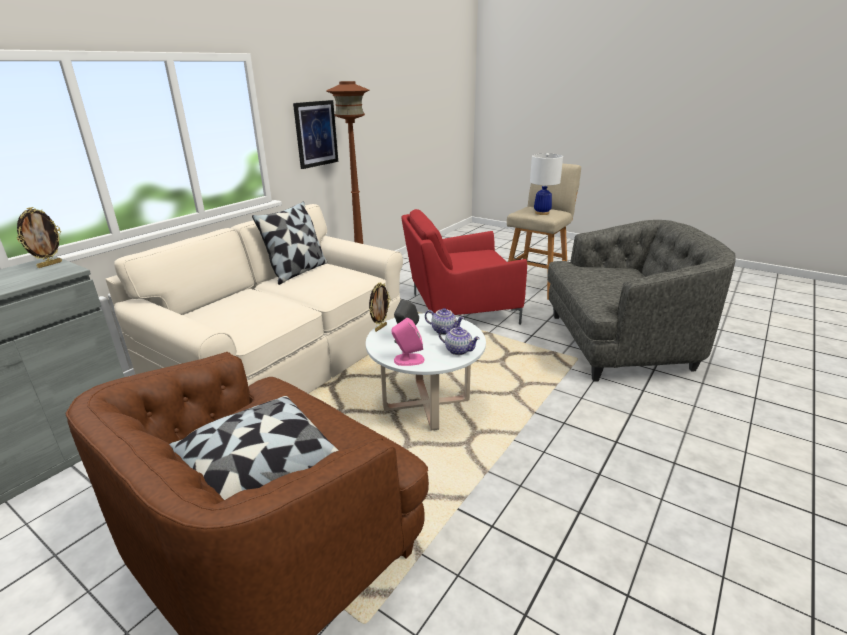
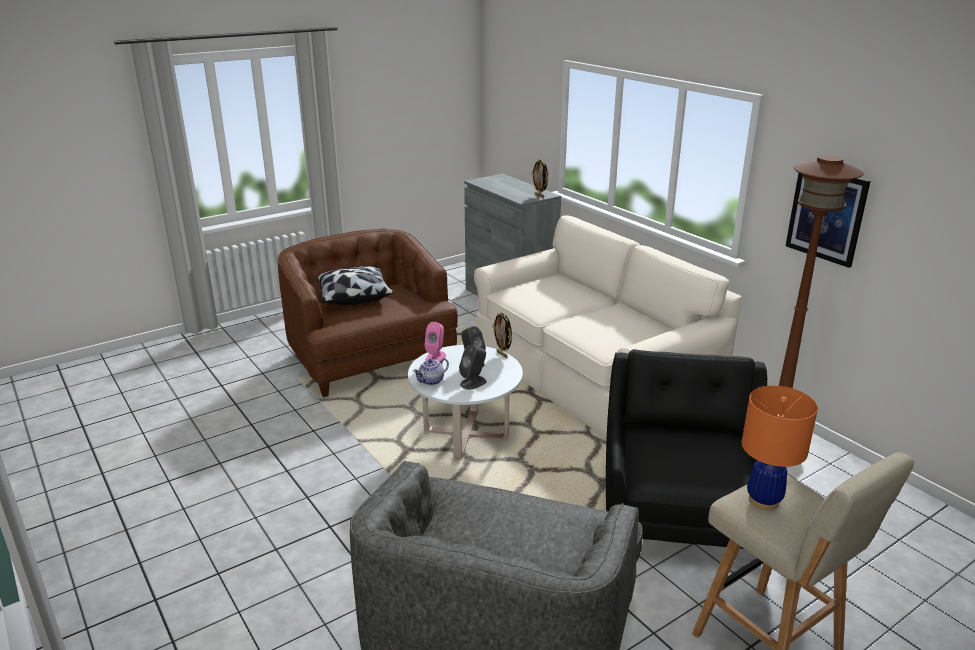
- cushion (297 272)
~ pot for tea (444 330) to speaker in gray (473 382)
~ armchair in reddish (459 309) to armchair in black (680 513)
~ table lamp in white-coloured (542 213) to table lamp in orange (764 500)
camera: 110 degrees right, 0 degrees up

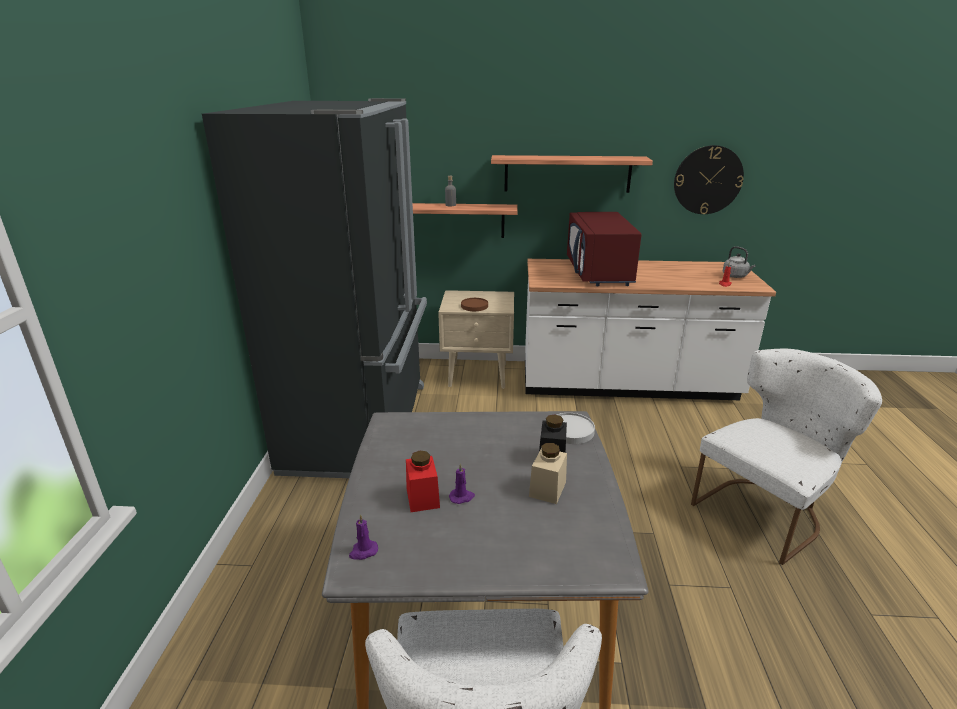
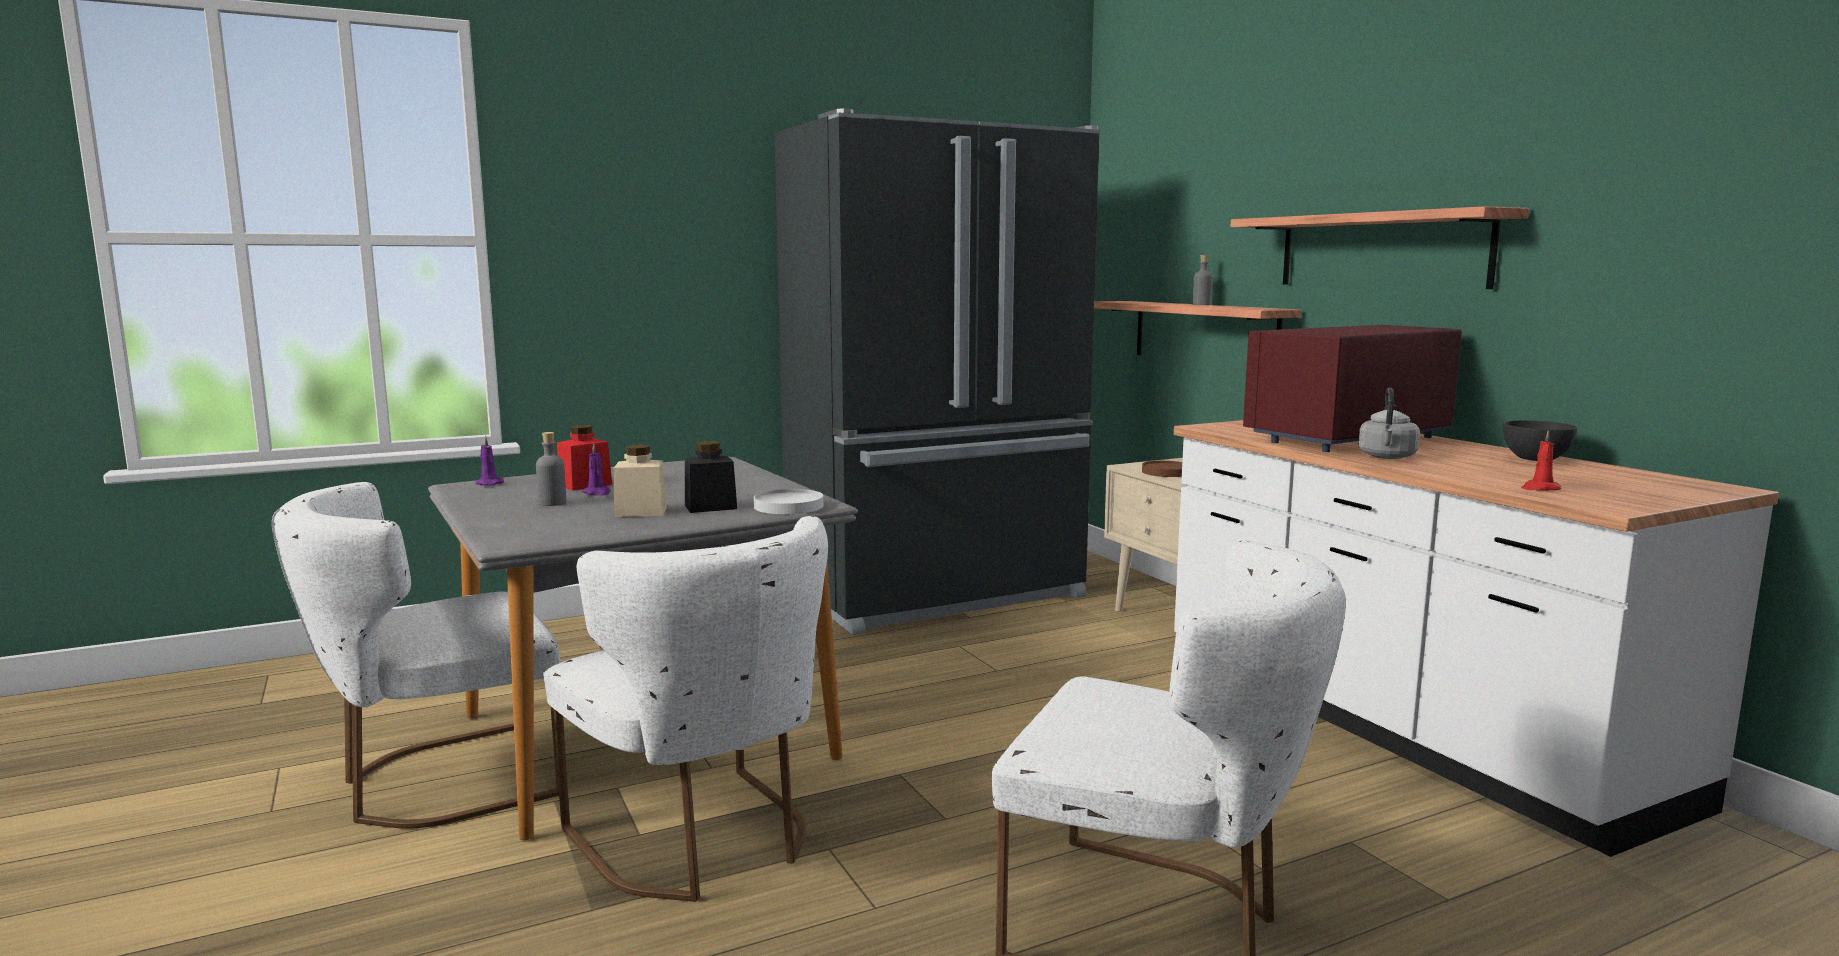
- clock on the wall (708 180)
+ drink bottle in gray (552 503)
+ chair in white-coloured (703 842)
+ serving bowl in gray (1536 459)
~ water kettle in gray (735 276) to (1387 457)
camera: 60 degrees right, 15 degrees down

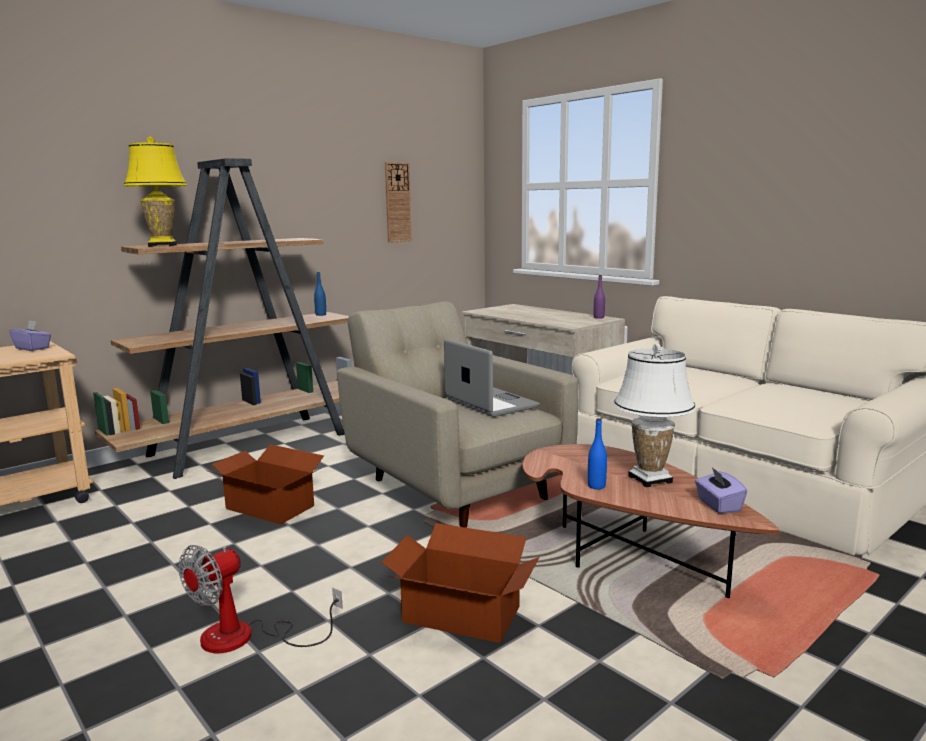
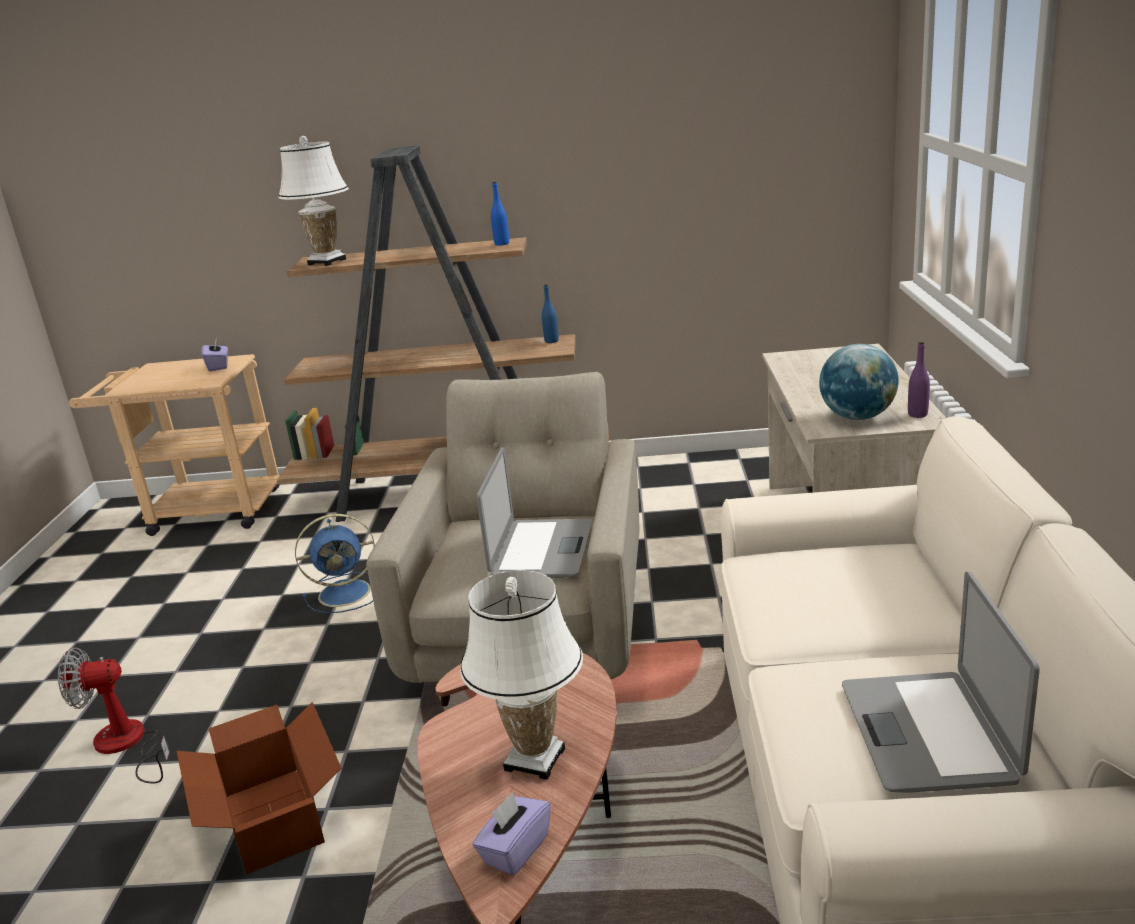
- clock on the wall (398 202)
+ desk globe (857 417)
+ portable computer (929 732)
~ drink bottle in bluish (596 486) to (502 244)
~ packing box (270 507) to cooling fan in bluish (347 592)
~ table lamp in yellow-coloured (162 246) to table lamp in white-coloured (326 262)
camera: 45 degrees right, 10 degrees up

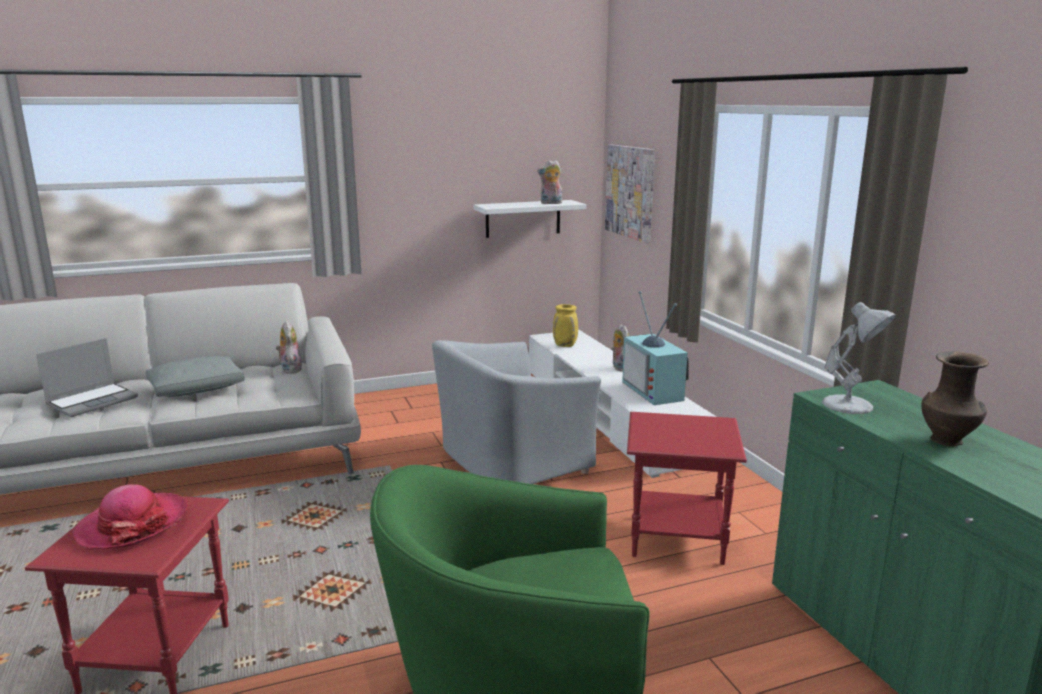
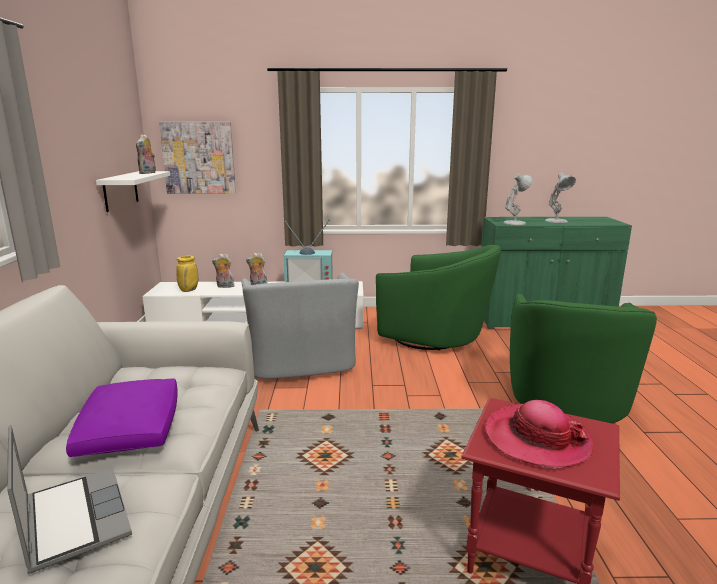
~ cuddly toy (290 369) to (224 286)
~ end table in reddish (675 539) to armchair in green (435 338)
~ vase in brown-coloured (948 441) to table lamp in white-coloured (557 221)
~ cushion in gray (197 388) to cushion in purple (130 429)
camera: 70 degrees left, 0 degrees up

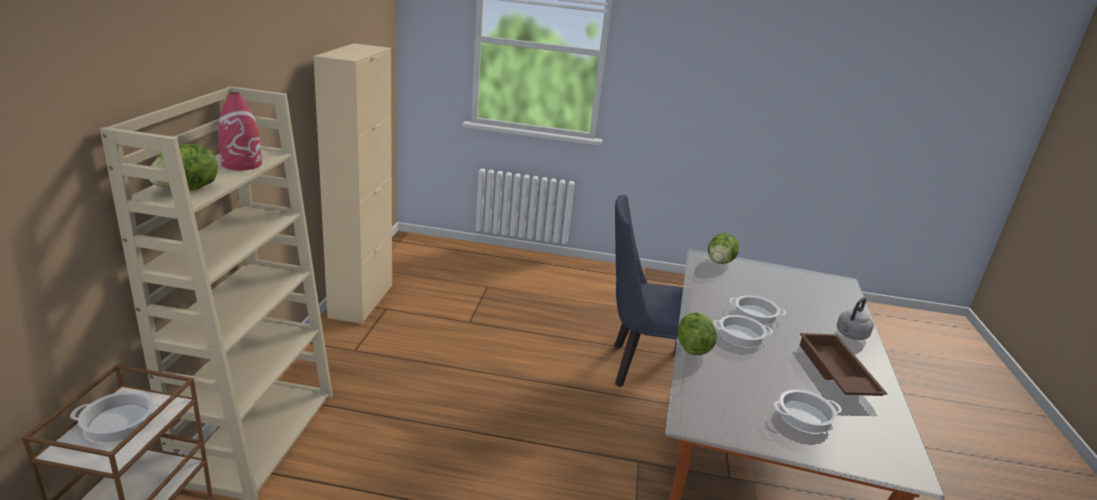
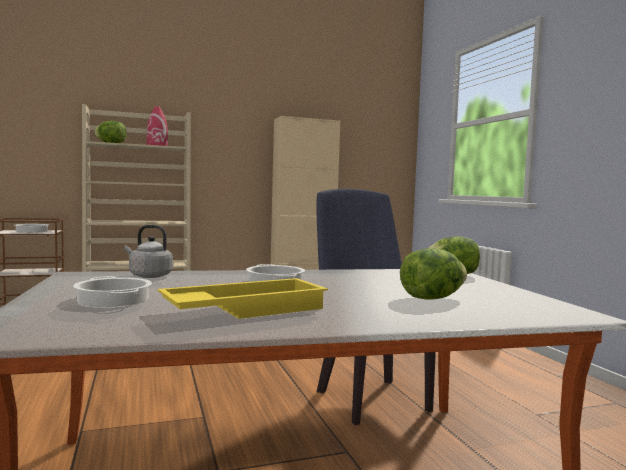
- saucepot (755 314)
~ lettuce (692 348) to (432 298)
~ water kettle in gray (850 335) to (148 276)
~ serving tray in brown-coloured (835 372) to serving tray in yellow-coloured (245 309)
camera: 65 degrees right, 20 degrees down

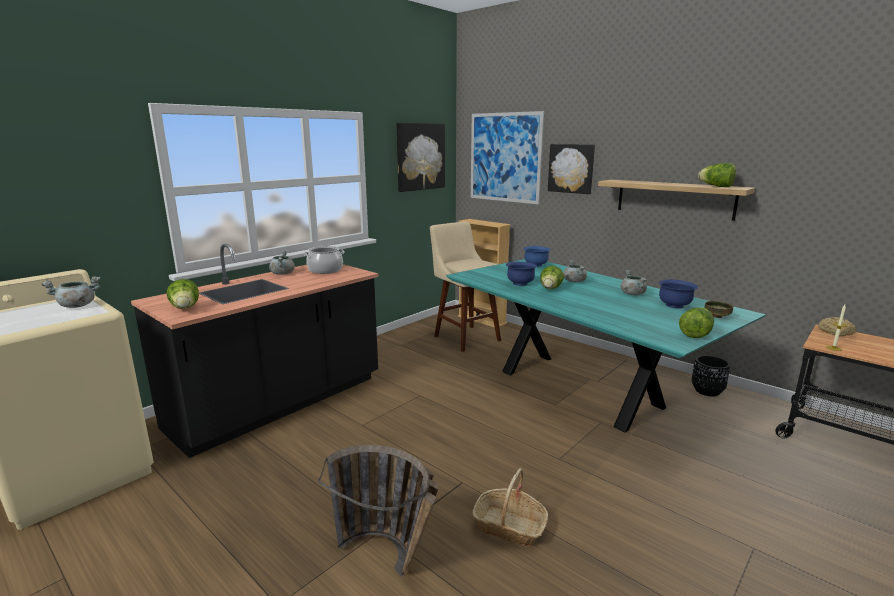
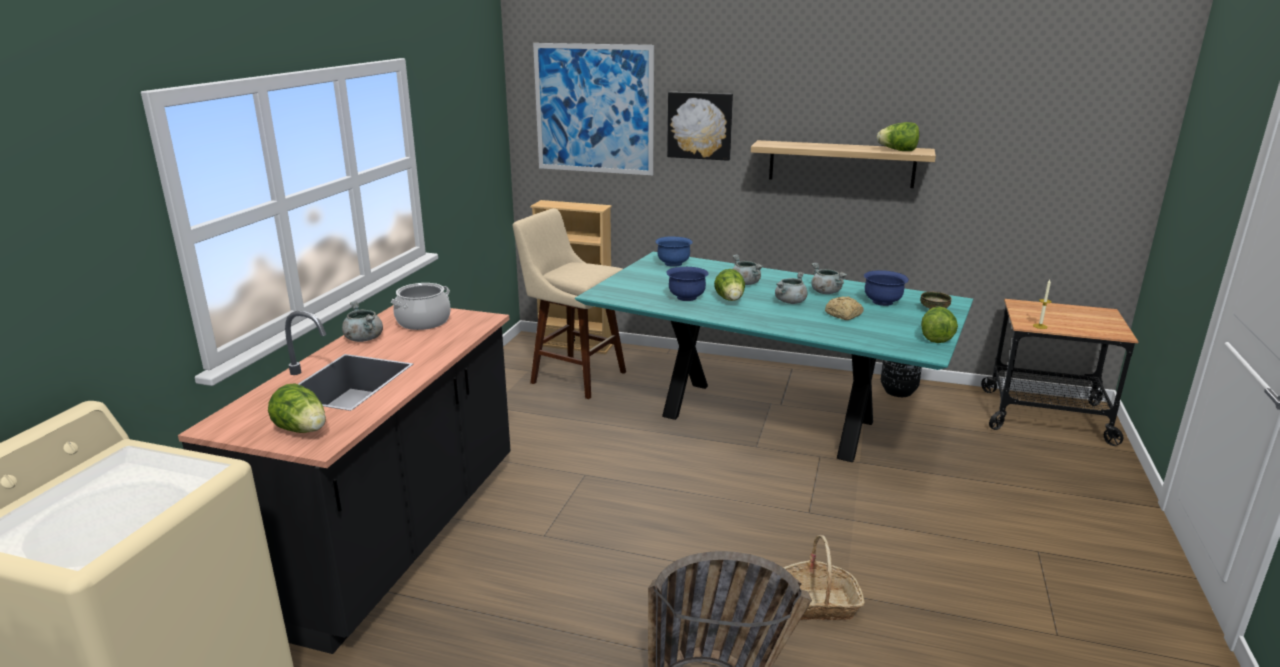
- picture (420 157)
~ saucepot in gray (77 306) to (790 302)
~ bread (836 332) to (843 315)
camera: 25 degrees left, 5 degrees up

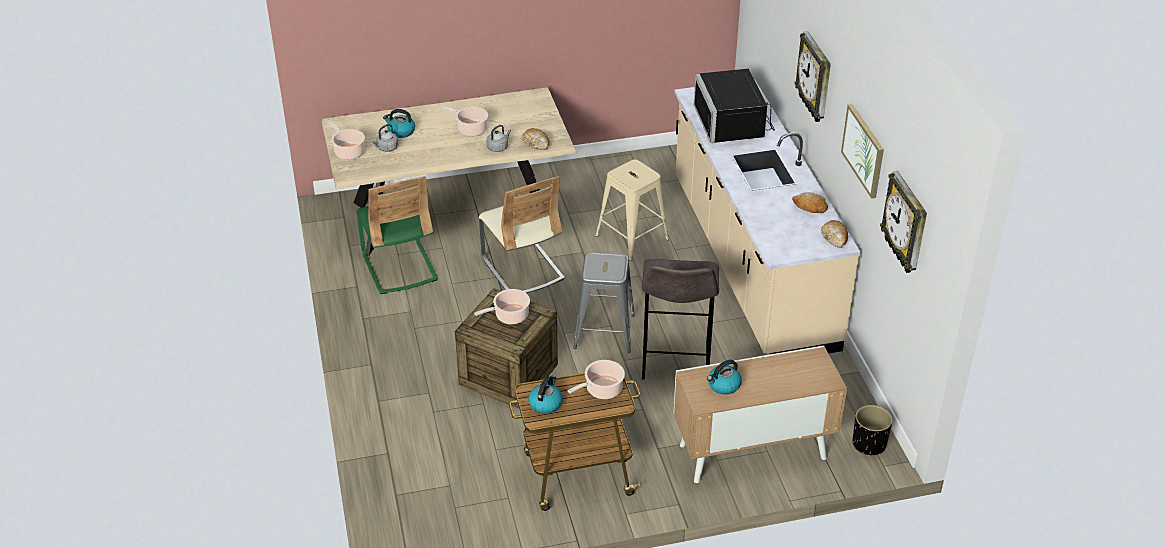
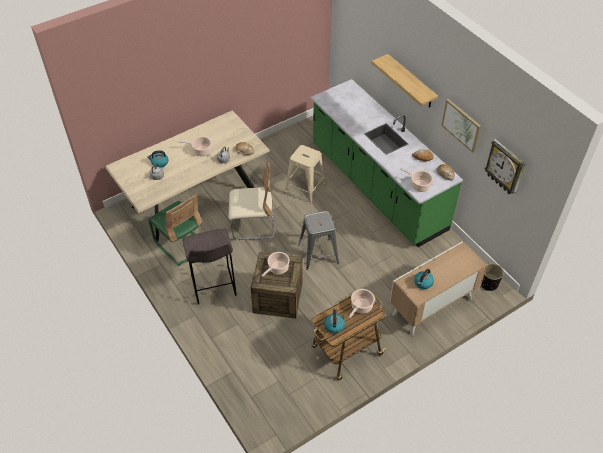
- kitchen microwave in black (734 123)
~ saucepot (348 151) to (419 185)
~ sitting stool in gray (675 362) to (214 287)
~ clock on the wall (815 78) to shelf (411 82)
~ counter in beige (751 262) to counter in green (377 187)
~ chair in beige (522 269) = (253 226) 45 degrees counterclockwise
camera: 20 degrees left, 10 degrees up

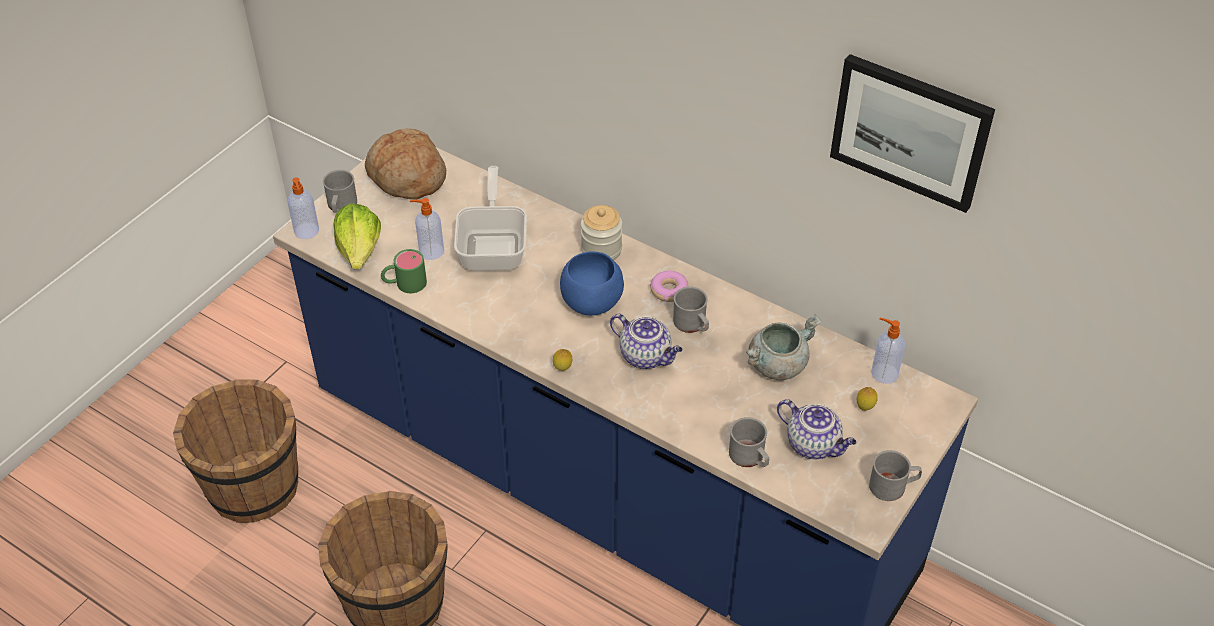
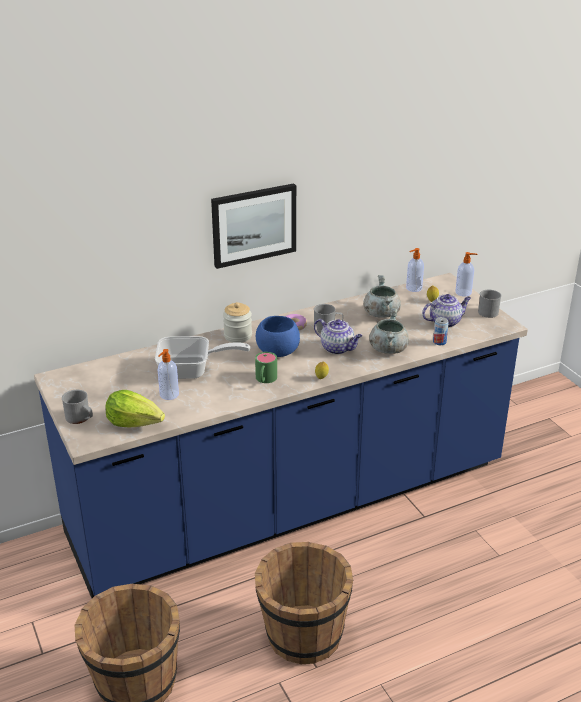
- bread (406 176)
+ saucepot in gray (388 349)
~ liquid soap bottle (307 231) to (464 292)
~ mug in green (404 284) to (265 380)
~ picture (910 131) to (253 224)
~ mug in gray (750 458) to metal can (439 342)
~ frying pan (494 246) = (192 370) 150 degrees clockwise
~ pot for tea (646 356) = (338 348) 60 degrees clockwise
camera: 60 degrees left, 15 degrees down

